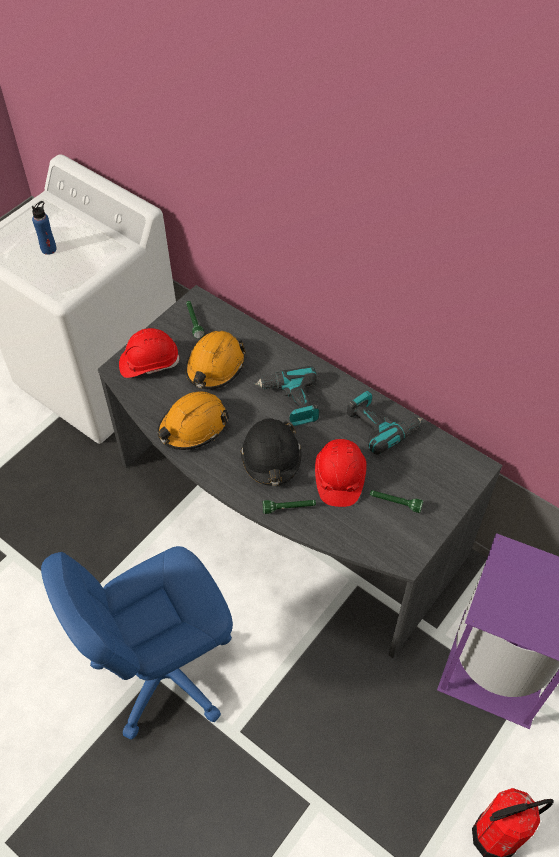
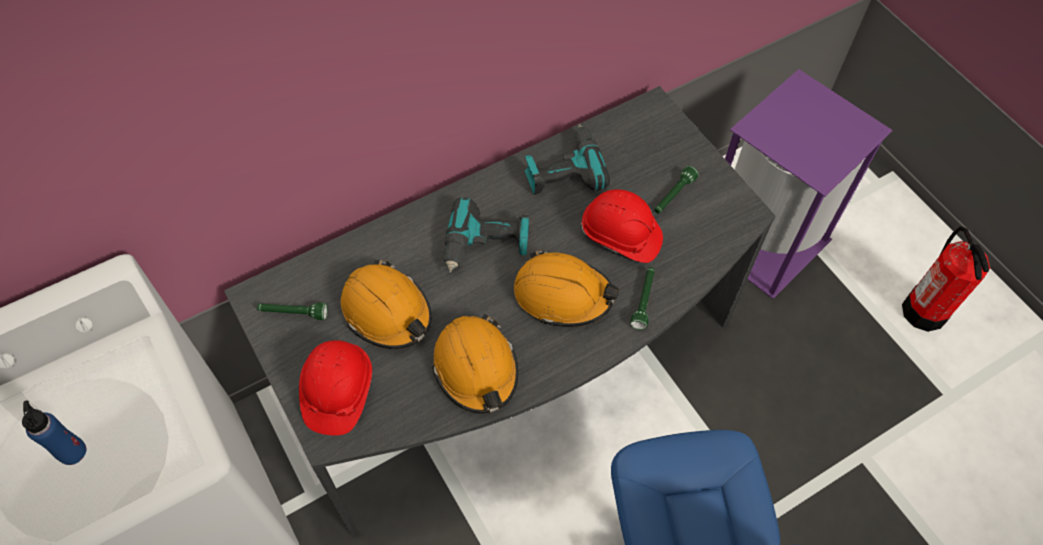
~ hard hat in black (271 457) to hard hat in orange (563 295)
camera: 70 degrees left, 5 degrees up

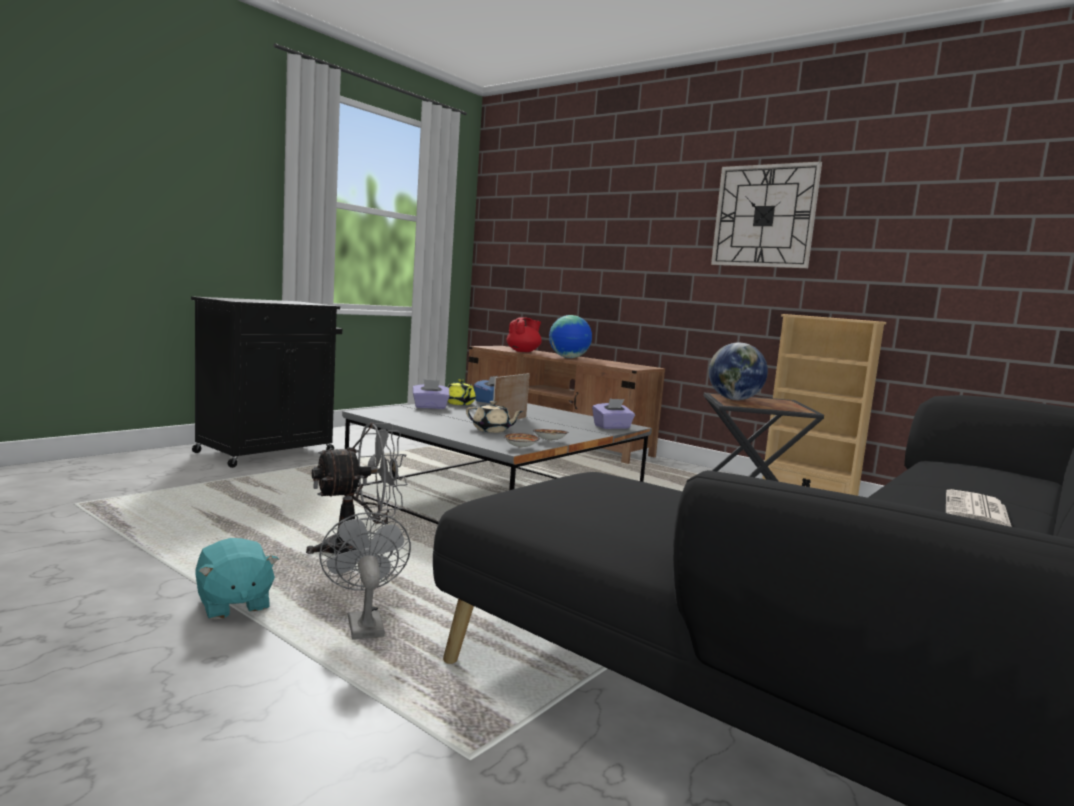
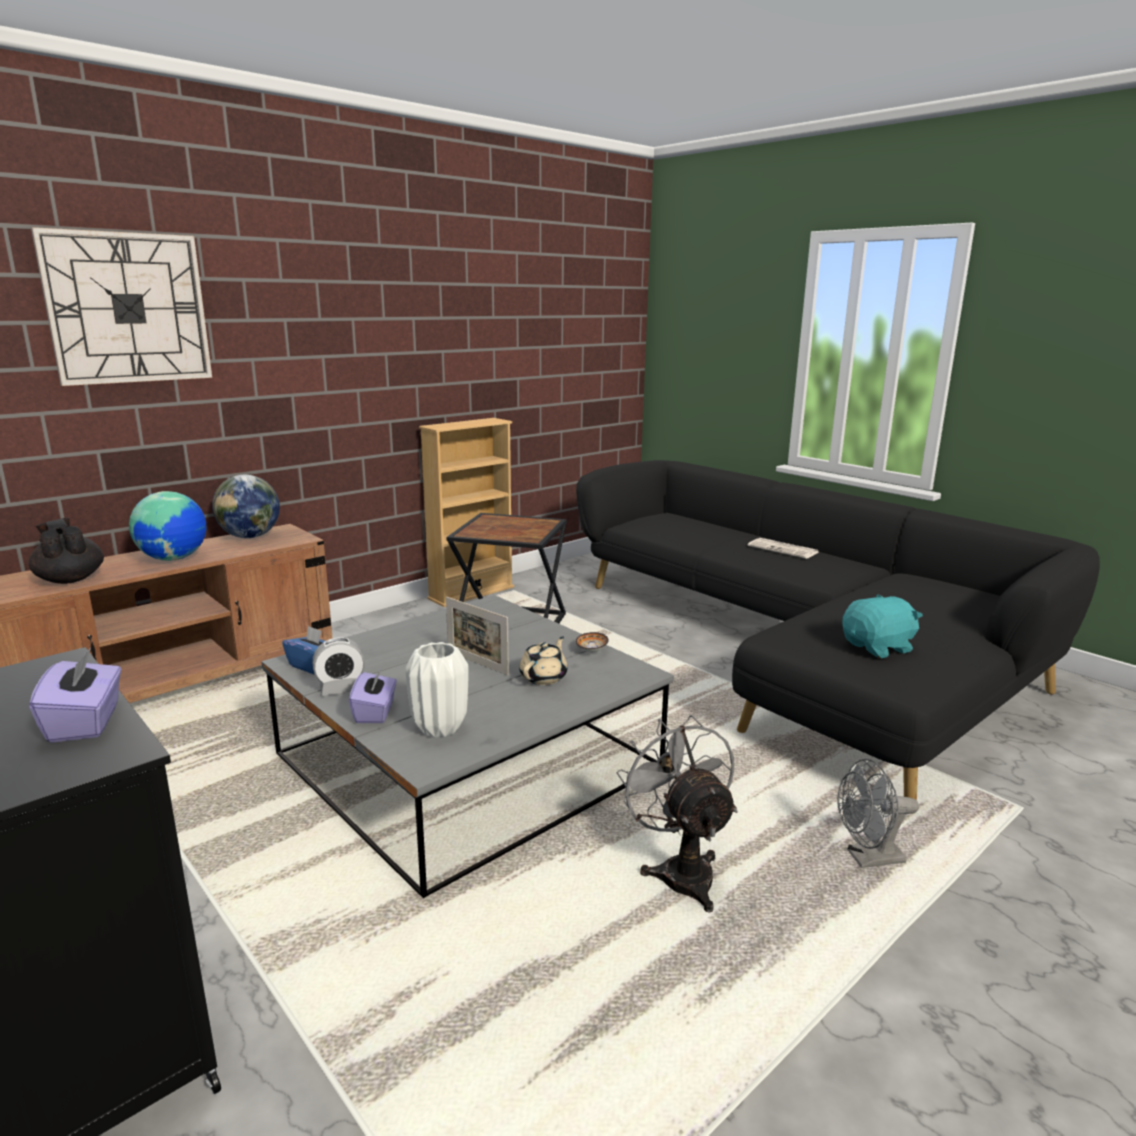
- serving bowl (521 447)
+ vase in white-coloured (439 728)
~ cuddly toy in blue-green (233 604) to (878 647)
~ tissue box in purple (612 427) to (86 722)
~ desk globe (734 399) to (250 537)
~ clock on the wall (764 216) to (128 308)
~ pot for tea in yellow-coloured (459 403) to alarm clock (341 689)
~ pot for tea in reddish (523 351) to pot for tea in black (70 579)
camera: 80 degrees left, 10 degrees up

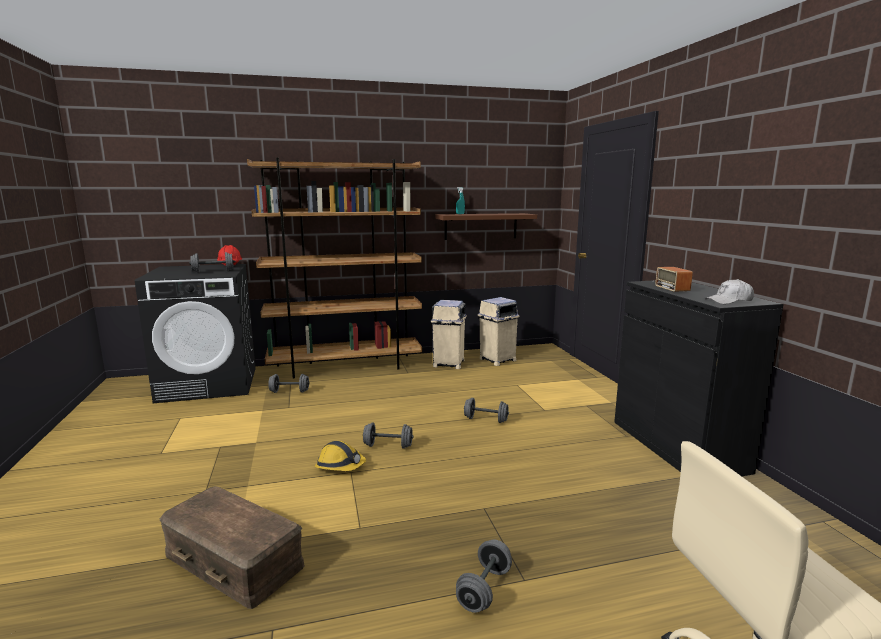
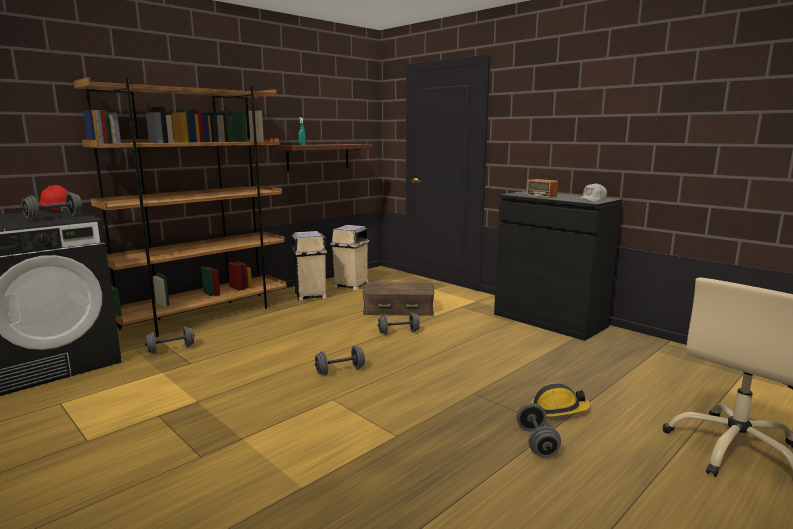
~ storage box in brown-coloured (232 561) to (398 309)
~ hard hat (340 466) to (558 409)
camera: 30 degrees left, 0 degrees up

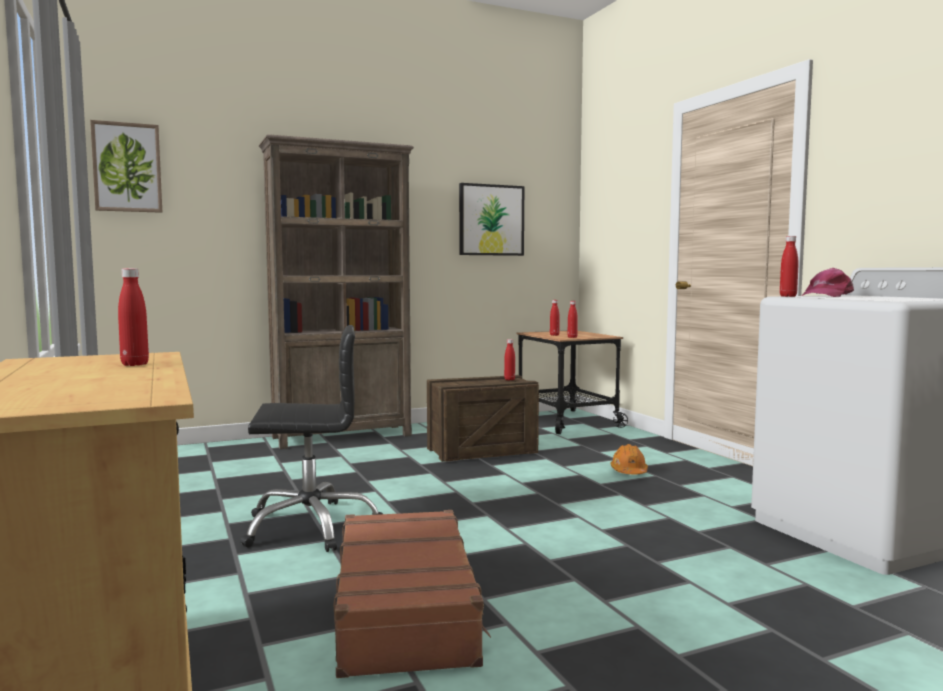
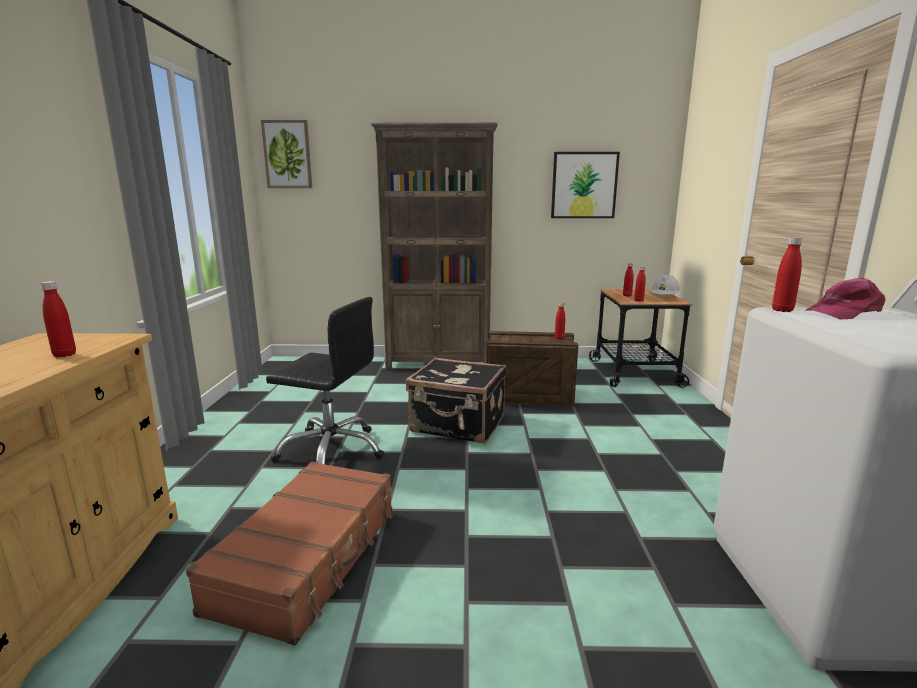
- hard hat in orange (629 472)
+ travel case in black (458 425)
+ hard hat in white-coloured (664 298)
camera: 25 degrees right, 10 degrees up

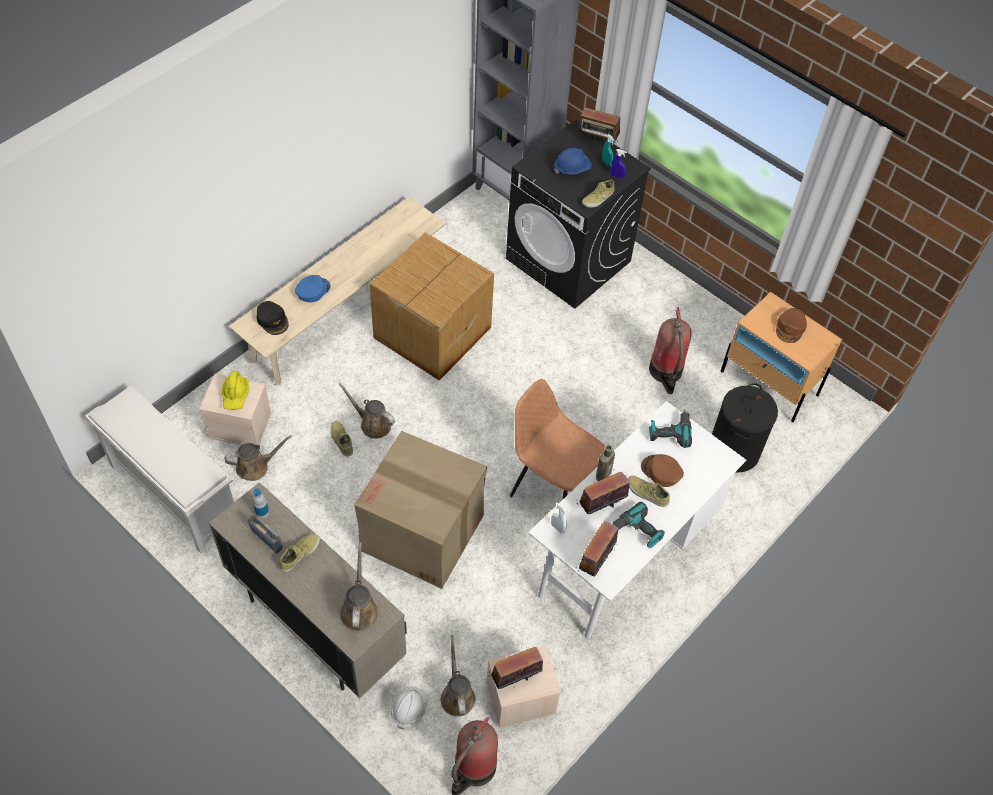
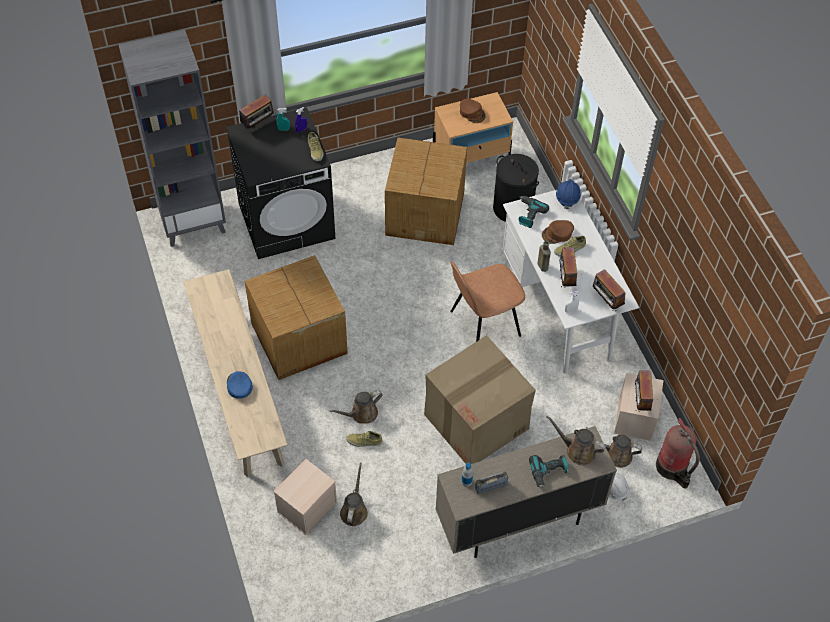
- shoe stand in white-coloured (172 493)
- hard hat in yellow-coloured (235 395)
- peaked cap in black (273 320)
- item of footwear in beige (299 553)
~ hard hat in bluish (572 169) to (567 198)
~ drill (638 531) to (548 473)
~ fire-fighting cylinder (666 372) to packing box (426 213)
camera: 60 degrees left, 0 degrees up

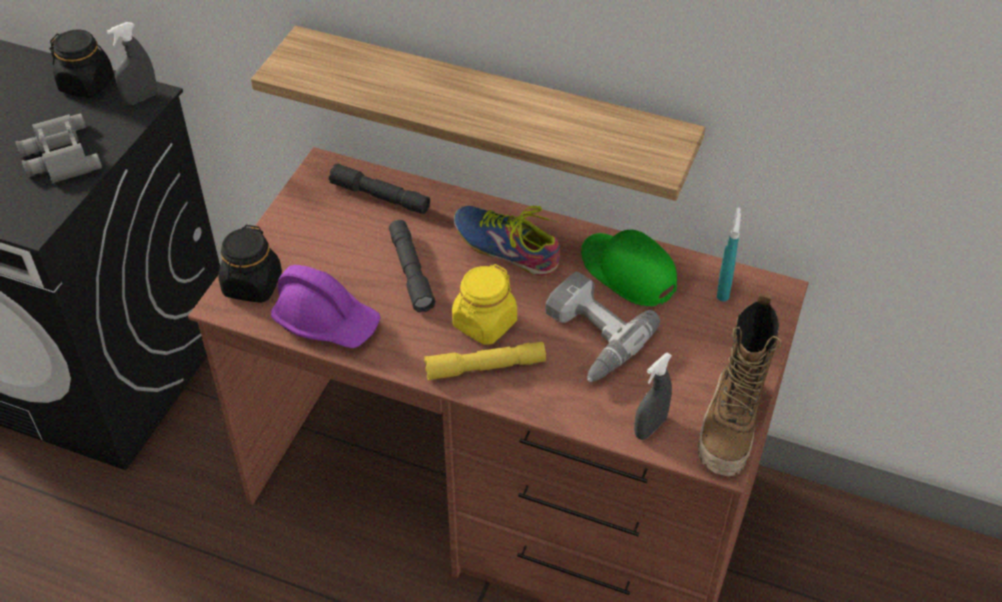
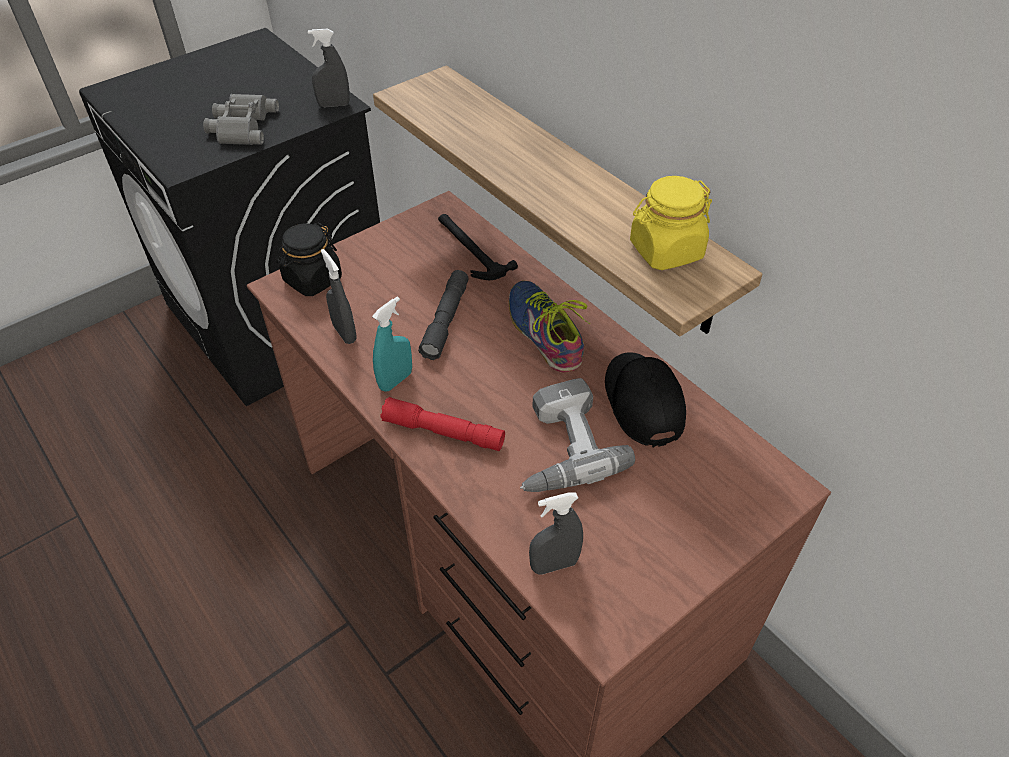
- preserve jar in black (87 84)
- high-top boot (731 427)
~ preserve jar in yellow-coloured (484 323) to (666 251)
~ hand sprayer in blue-green (723 289) to (395 380)
~ hard hat in purple (326 321) to hand sprayer in gray (344 333)
~ hand torch in gray (380 197) to hammer (469 249)
~ hand torch in yellow-coloured (485 367) to hand torch in reddish (443 432)
~ peaked cap in green (627 272) to peaked cap in black (642 402)
camera: 30 degrees right, 0 degrees up

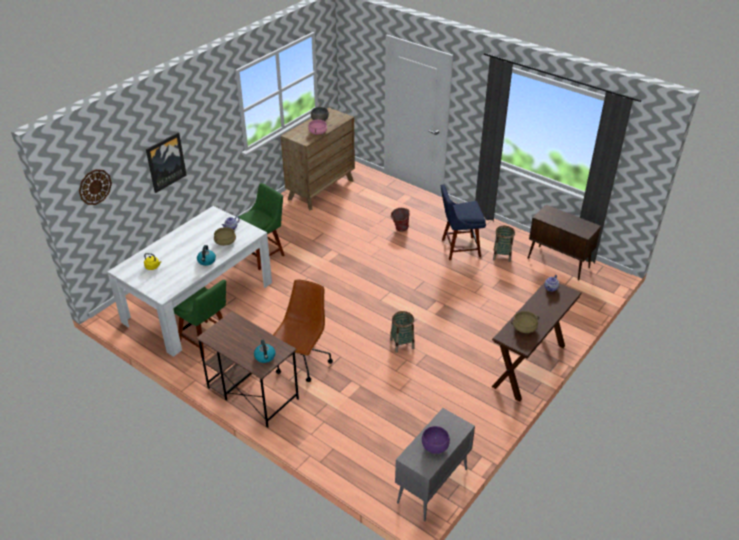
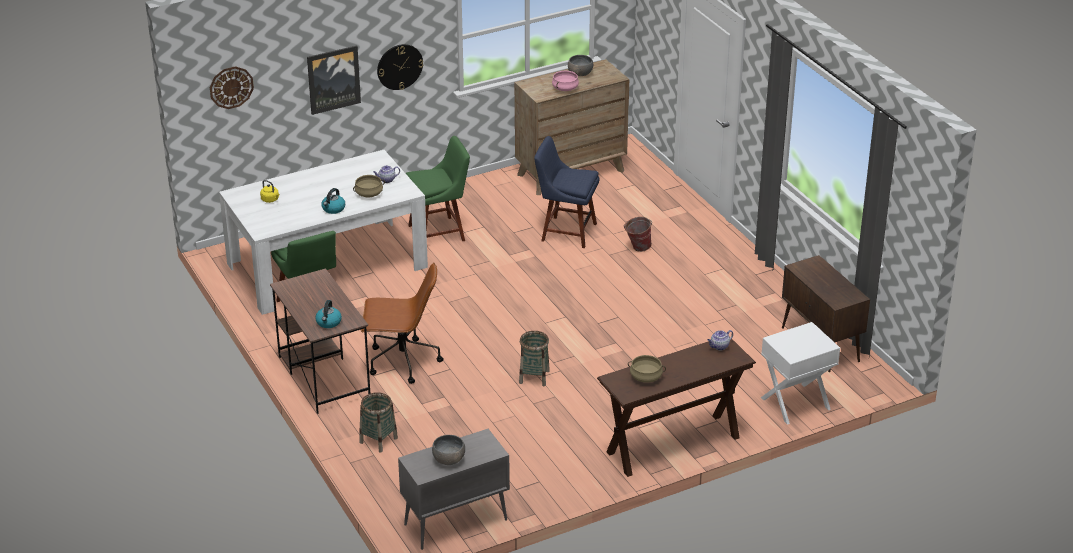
+ clock on the wall (399 66)
+ nightstand in white-coloured (795 404)
~ chair in bluish (458 248) to (566 231)
~ household basket (502 256) to (378 440)
~ serving bowl in purple (435 446) to serving bowl in gray (448 459)
~ office chair in brown-coloured (302 362) = (402 362) 45 degrees clockwise
camera: 25 degrees right, 5 degrees down

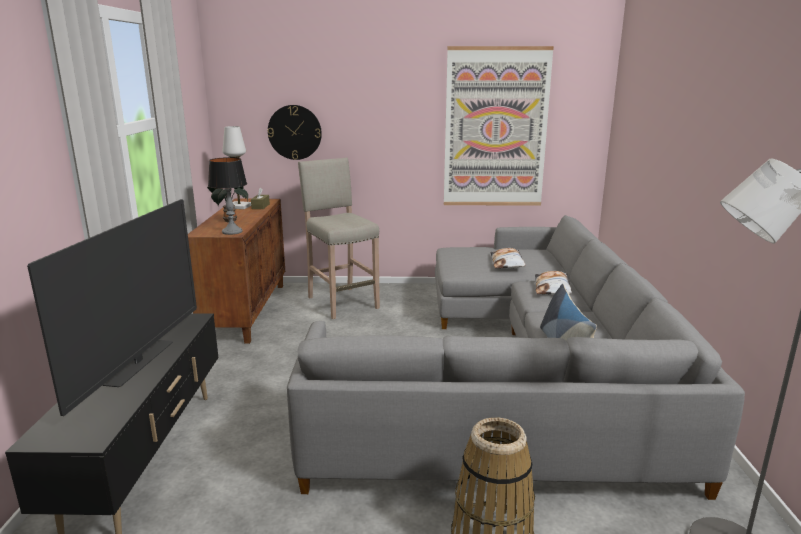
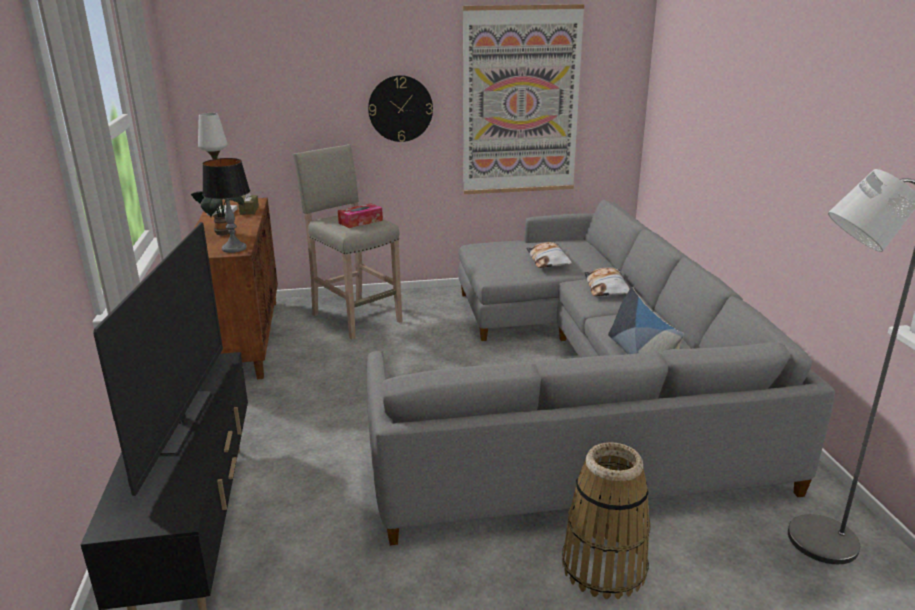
+ tissue box (360 222)
~ clock on the wall (294 132) to (400 108)
camera: 10 degrees left, 5 degrees up

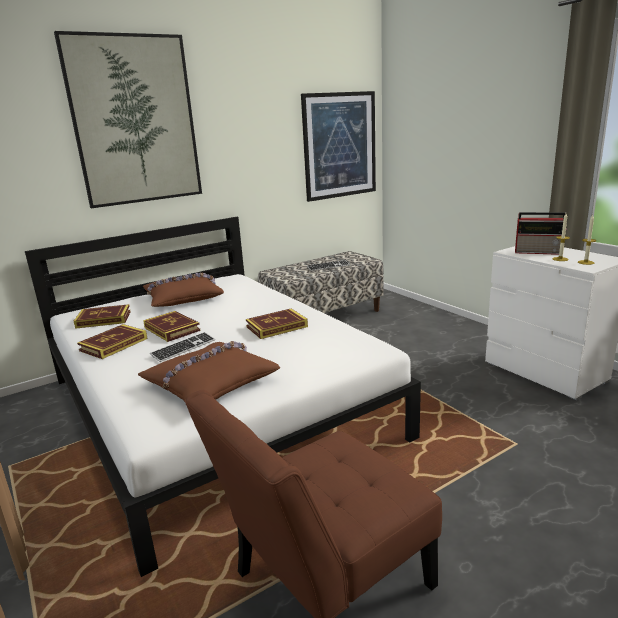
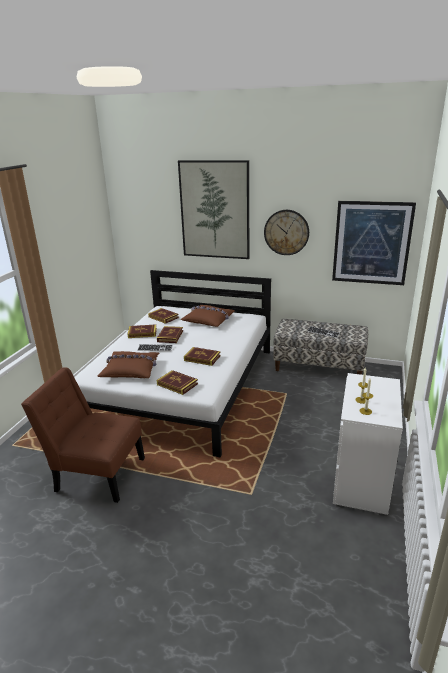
- radio (539 252)
+ book (177 384)
+ clock on the wall (286 232)
camera: 50 degrees right, 5 degrees up

